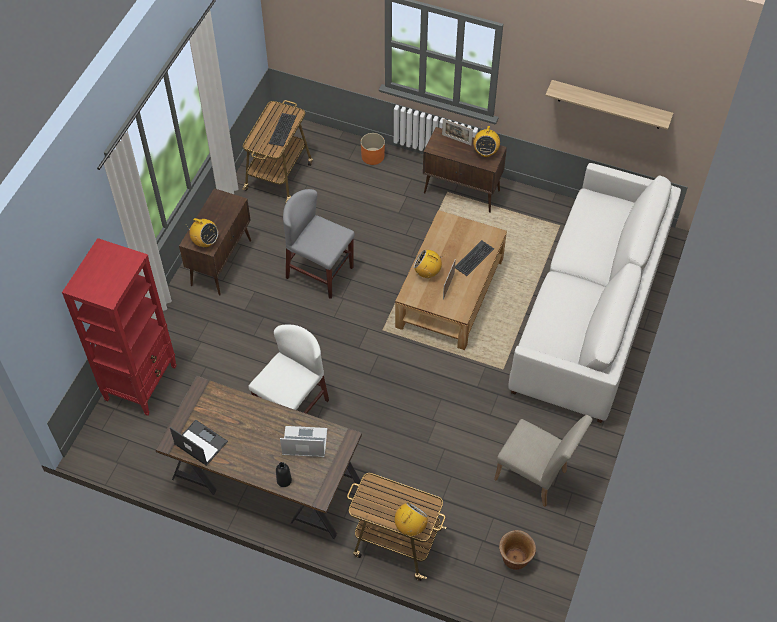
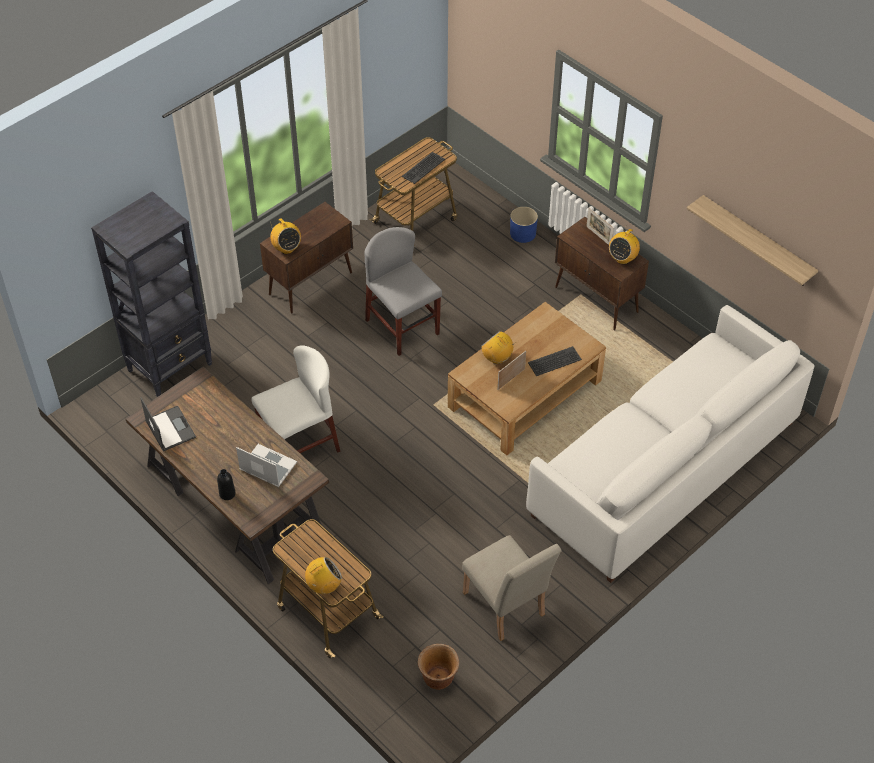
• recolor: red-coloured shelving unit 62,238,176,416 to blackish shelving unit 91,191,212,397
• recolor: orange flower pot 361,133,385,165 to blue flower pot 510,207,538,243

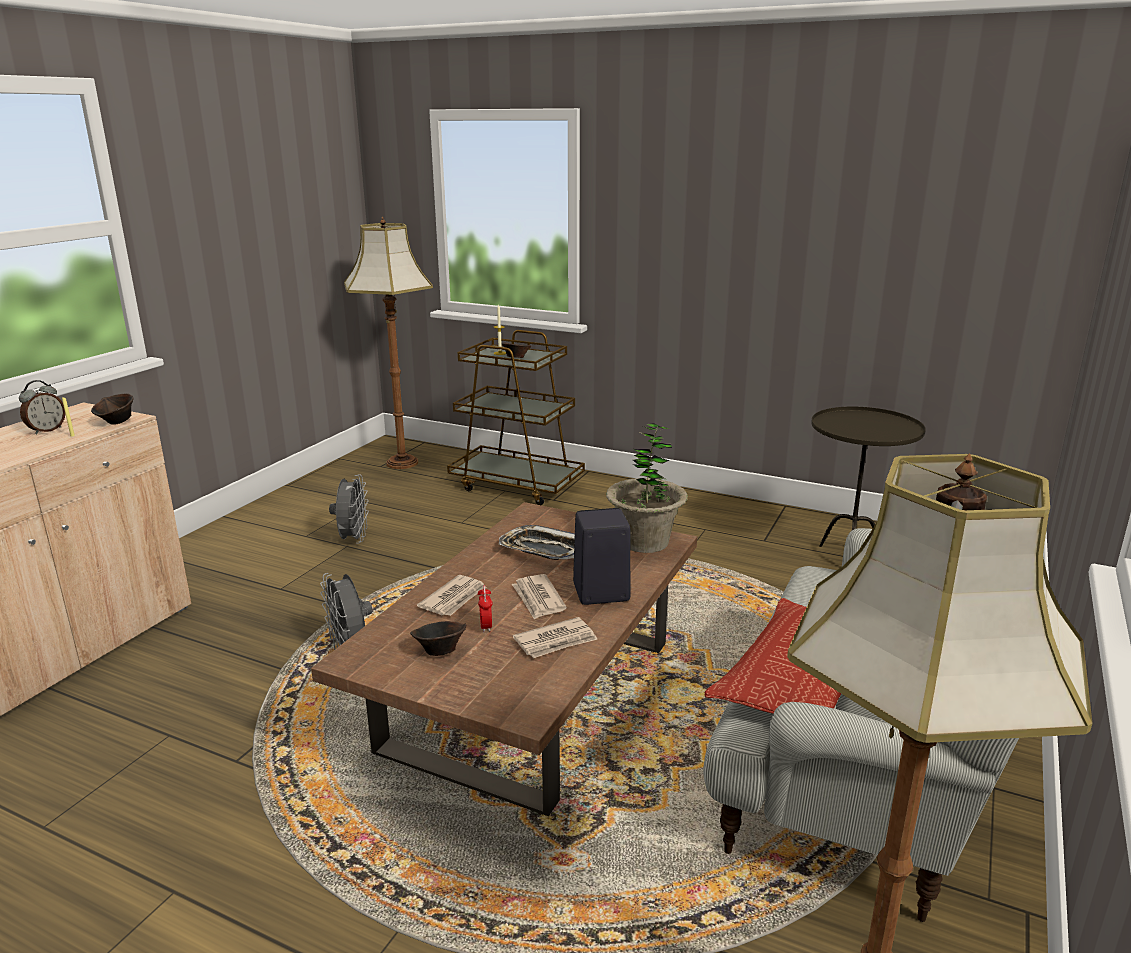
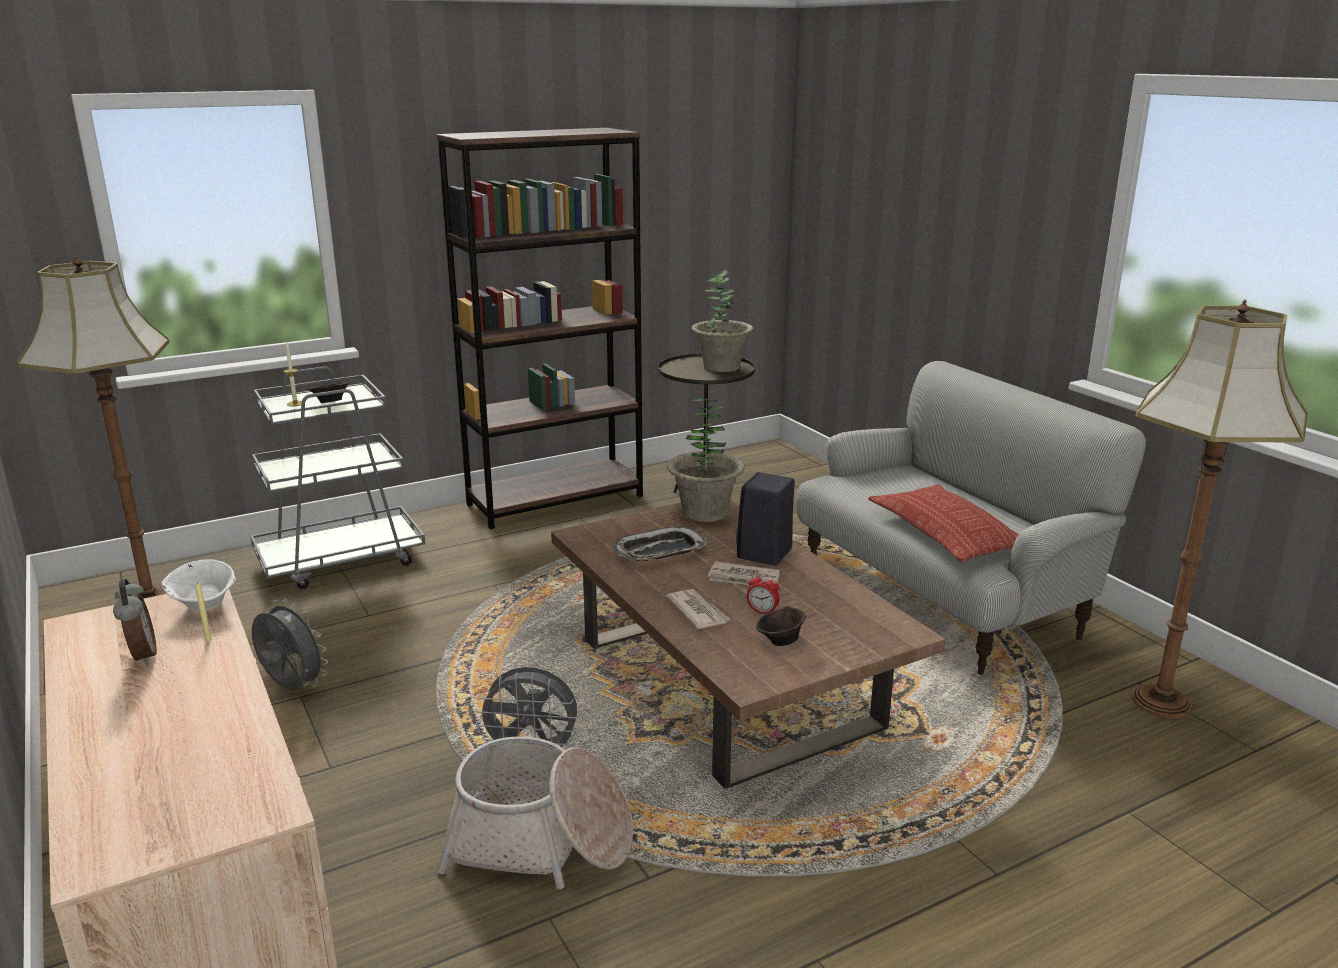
• recolor: brown-coloured bowl 91,393,134,425 to whitish bowl 161,559,236,611
• recolor: brown-coloured cart 447,330,585,505 to gray cart 250,367,425,589
• insert: brown-coloured shelving unit 436,128,643,529
• insert: basket 437,736,633,889
• insert: potted plant 692,270,754,372
• delete: newspaper 513,617,598,658

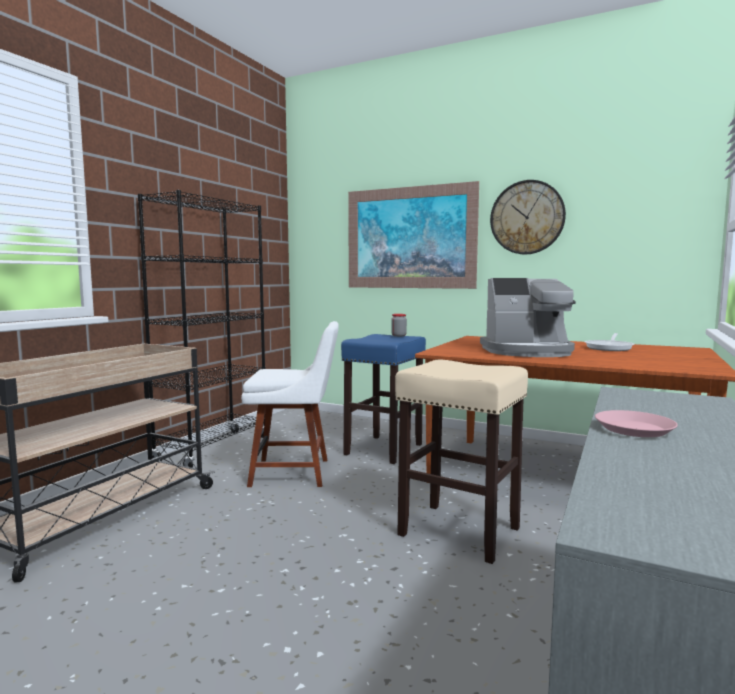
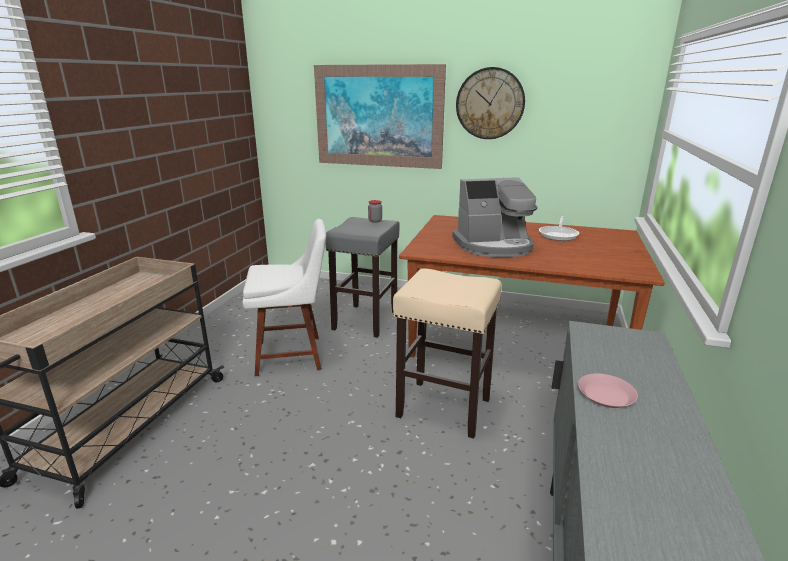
• recolor: blue stool seat 341,334,426,464 to gray stool seat 325,217,400,338
• delete: blackish shelving unit 138,190,265,468

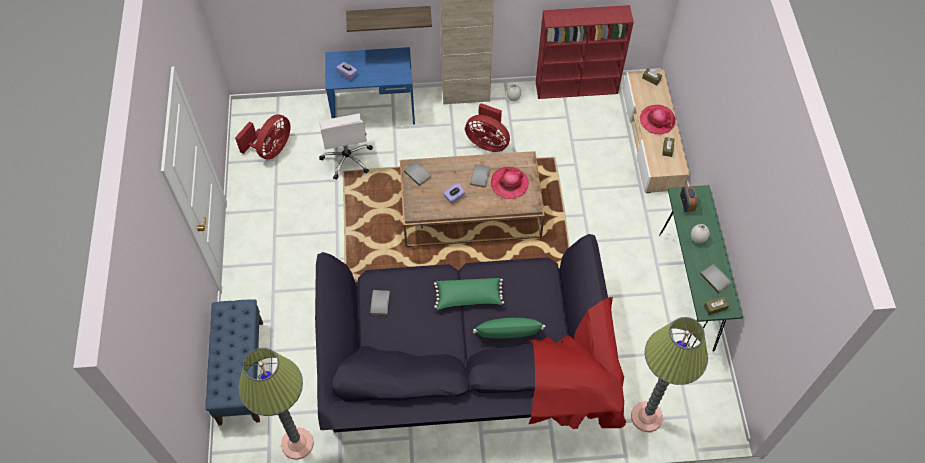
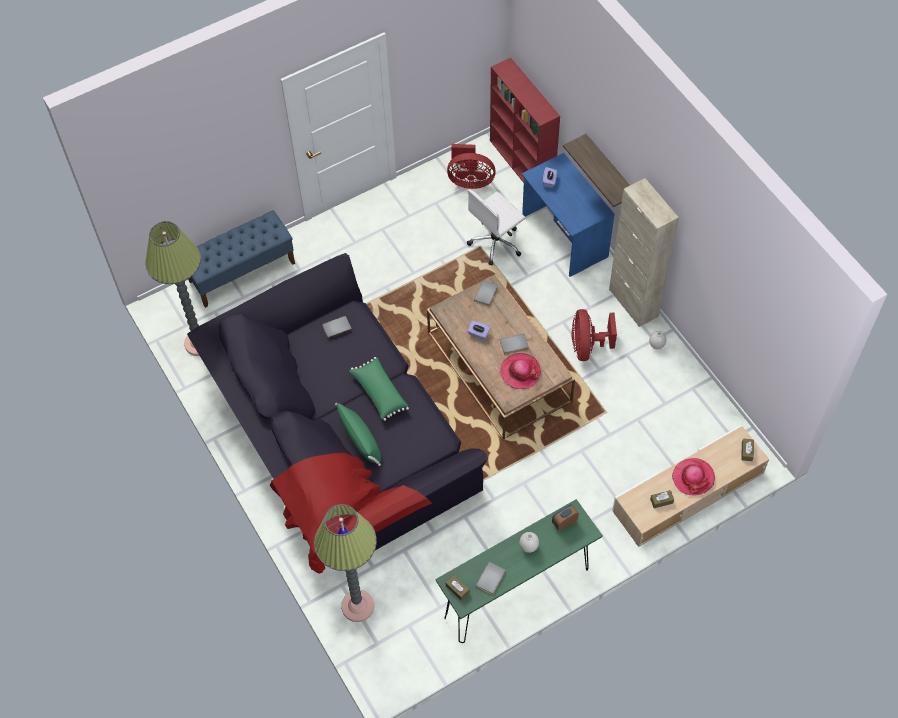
• move: red-coloured shelving unit 536,5,634,99 to 490,58,560,183

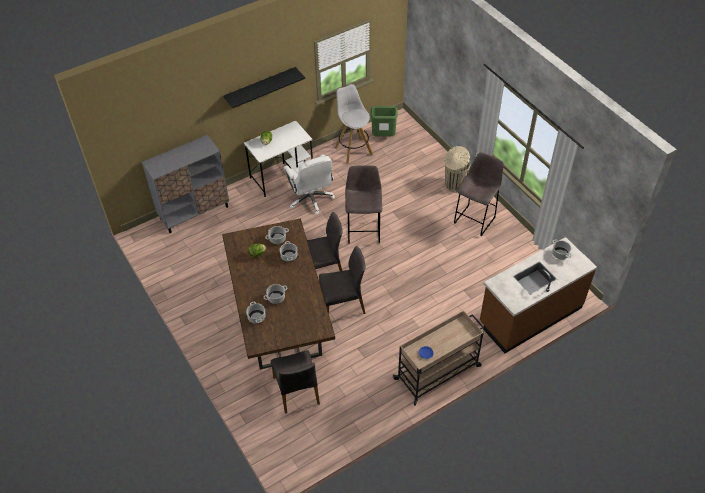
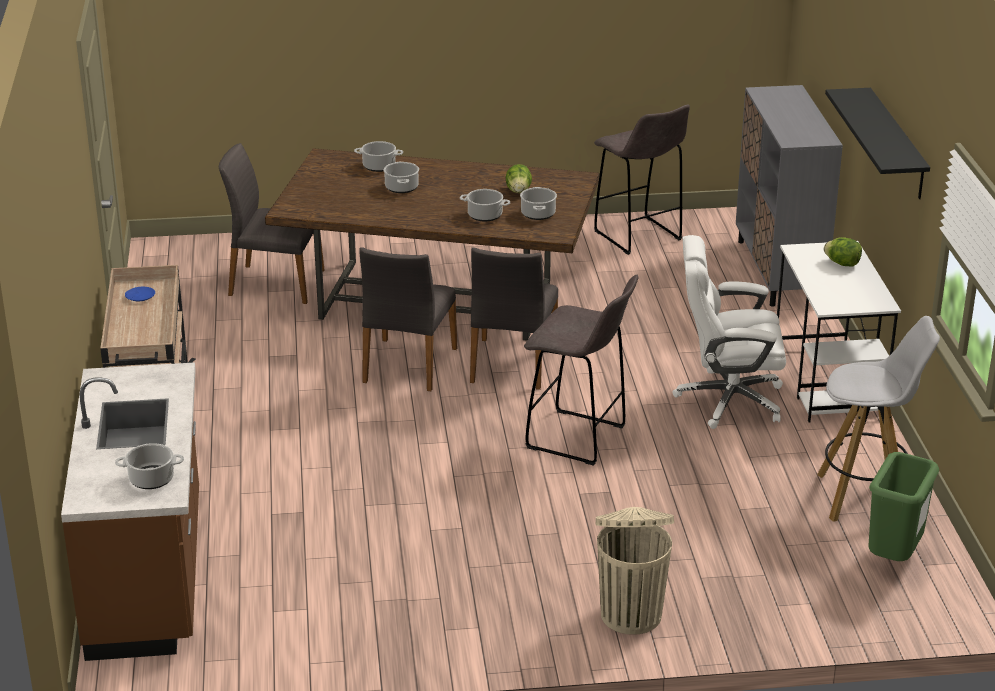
• move: gray stool seat 454,152,504,236 to 594,105,690,255

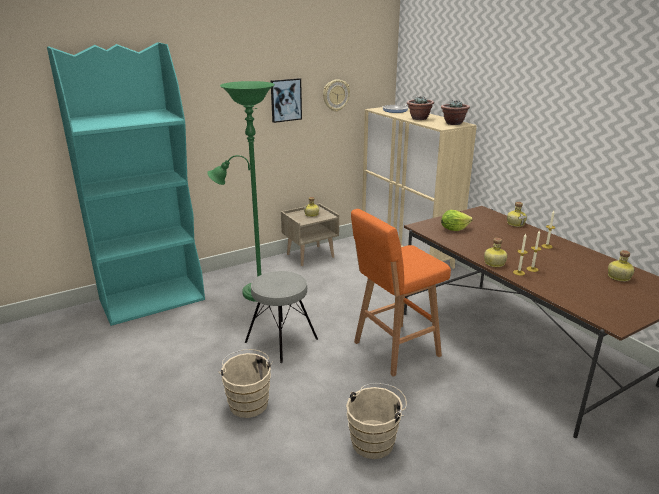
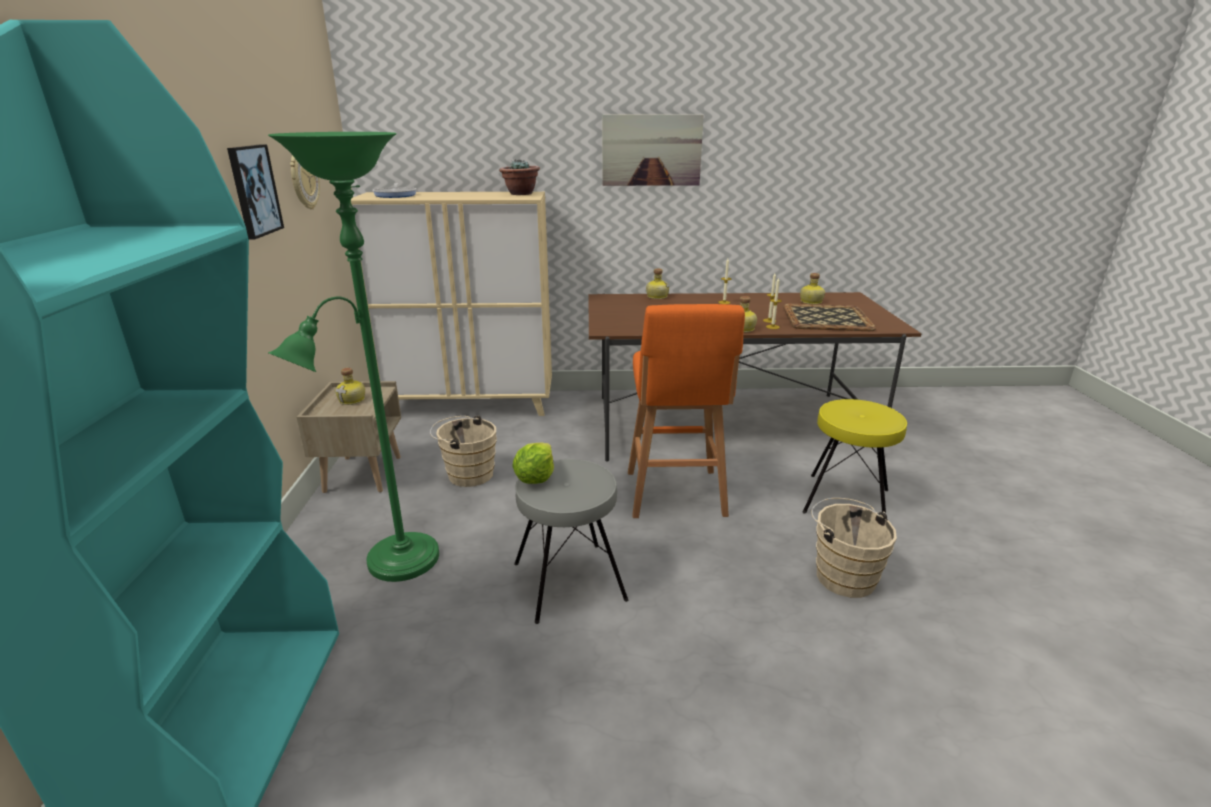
• move: beige-coloured pail 218,349,273,418 to 430,415,497,487
• move: lettuce 441,210,473,231 to 512,442,554,484
• insert: picture 602,115,704,186
• insert: serving tray 783,304,876,331
• insert: yellow-coloured stool seat 803,399,907,514
• delete: potted plant 407,96,434,120

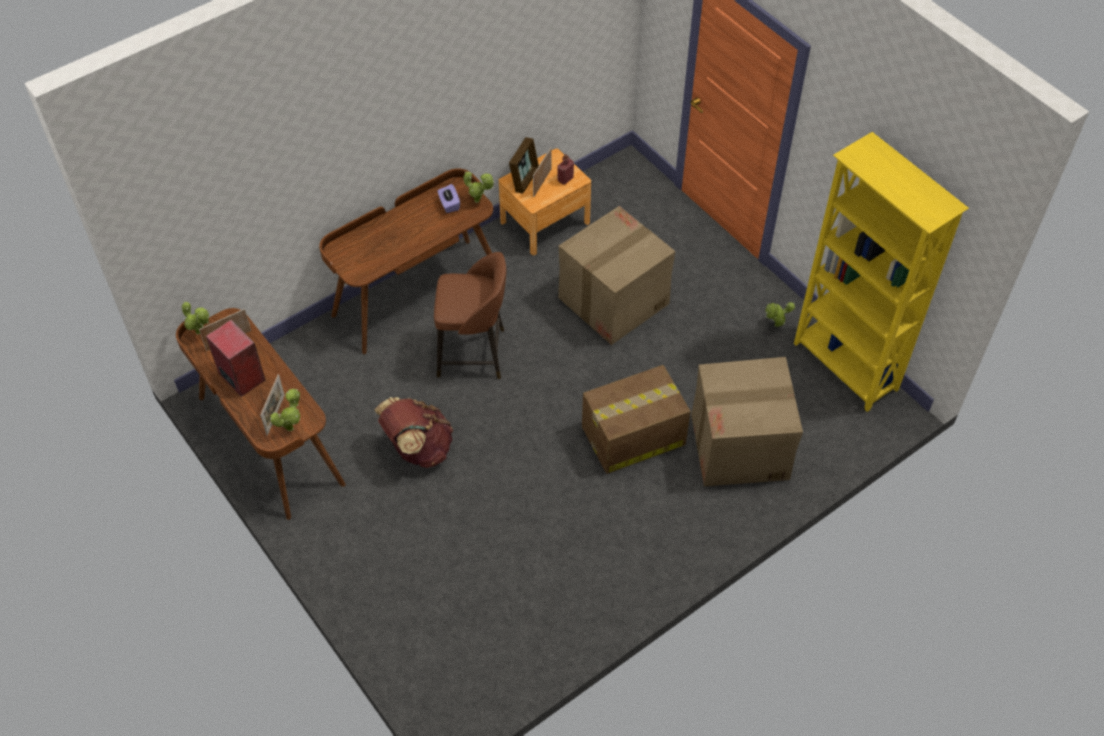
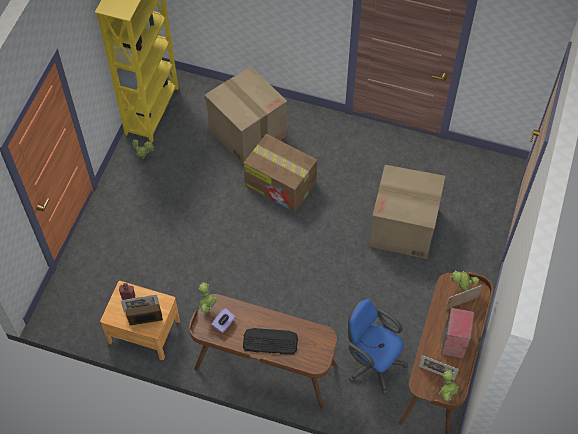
• insert: keyboard 243,328,298,355
• insert: blue desk chair 348,298,408,394
• move: cardboard box 558,206,676,345 to 368,165,445,259
• delete: brown-coloured backpack 374,397,453,468
• delete: brown-coloured stool seat 434,252,507,379

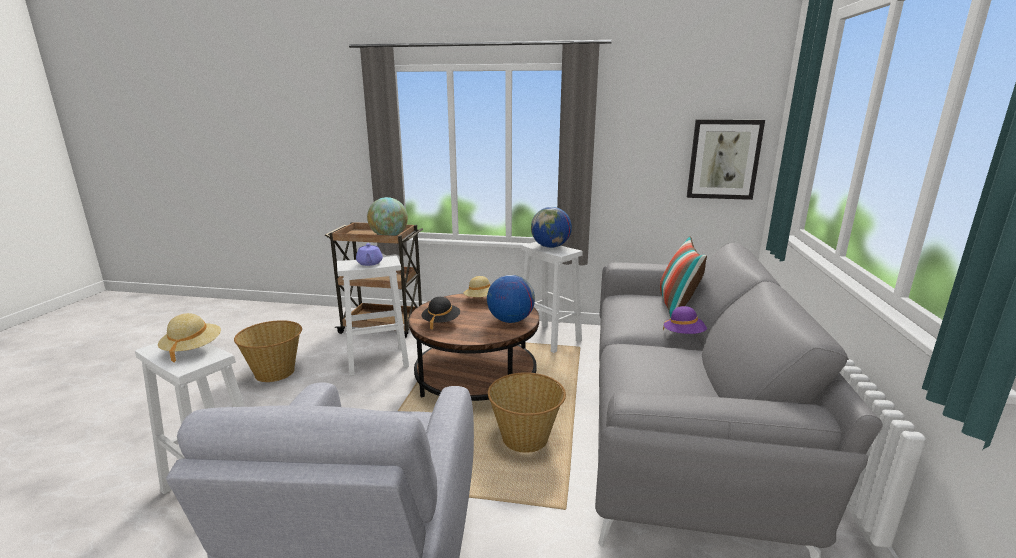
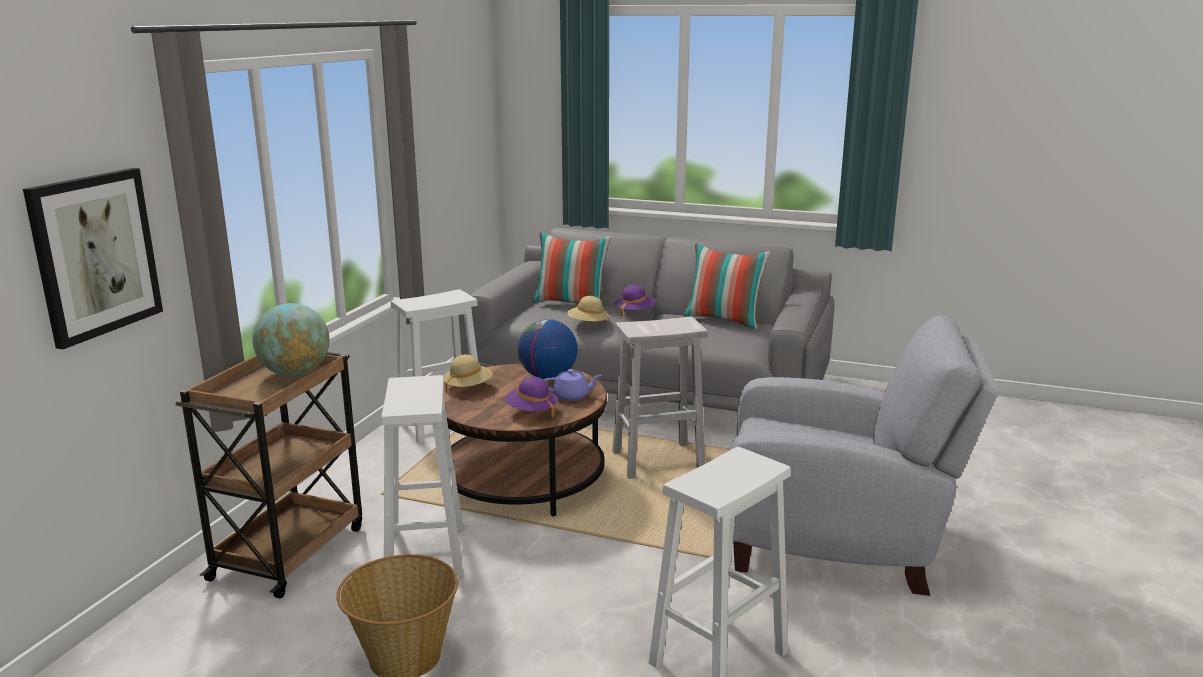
• move: picture 687,119,765,200 to 23,168,163,349
• recolor: blackish wearable hat 422,297,460,330 to purplish wearable hat 505,377,558,417
• move: purplish tea pot 356,243,383,266 to 544,369,602,401
• move: beige-coloured wearable hat 158,313,221,363 to 567,296,609,326
• replace: basket 488,372,566,453 to whitish stool seat 612,316,707,479
• insert: pillow 684,243,770,329
• delete: world globe 531,207,572,248

